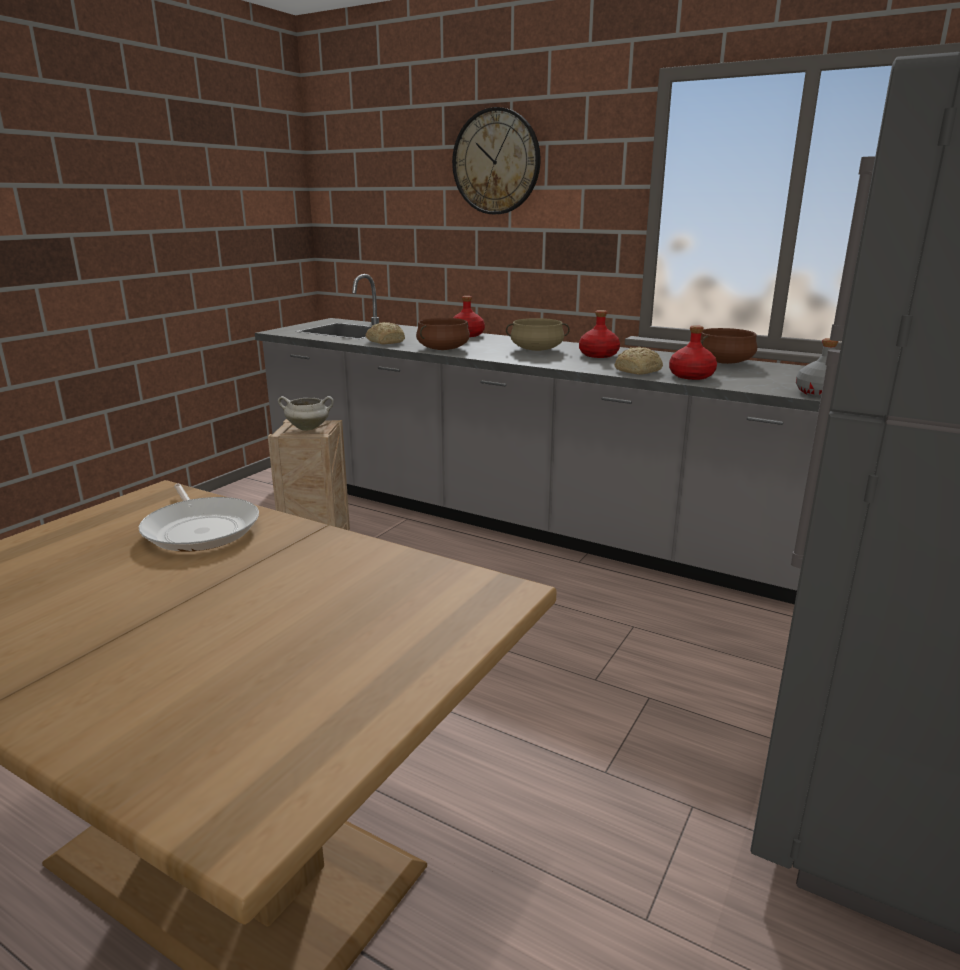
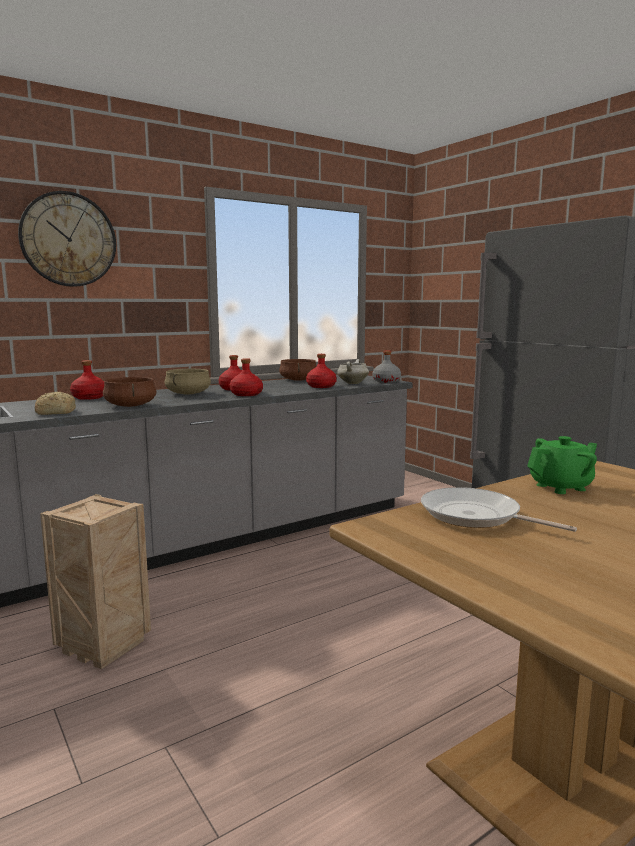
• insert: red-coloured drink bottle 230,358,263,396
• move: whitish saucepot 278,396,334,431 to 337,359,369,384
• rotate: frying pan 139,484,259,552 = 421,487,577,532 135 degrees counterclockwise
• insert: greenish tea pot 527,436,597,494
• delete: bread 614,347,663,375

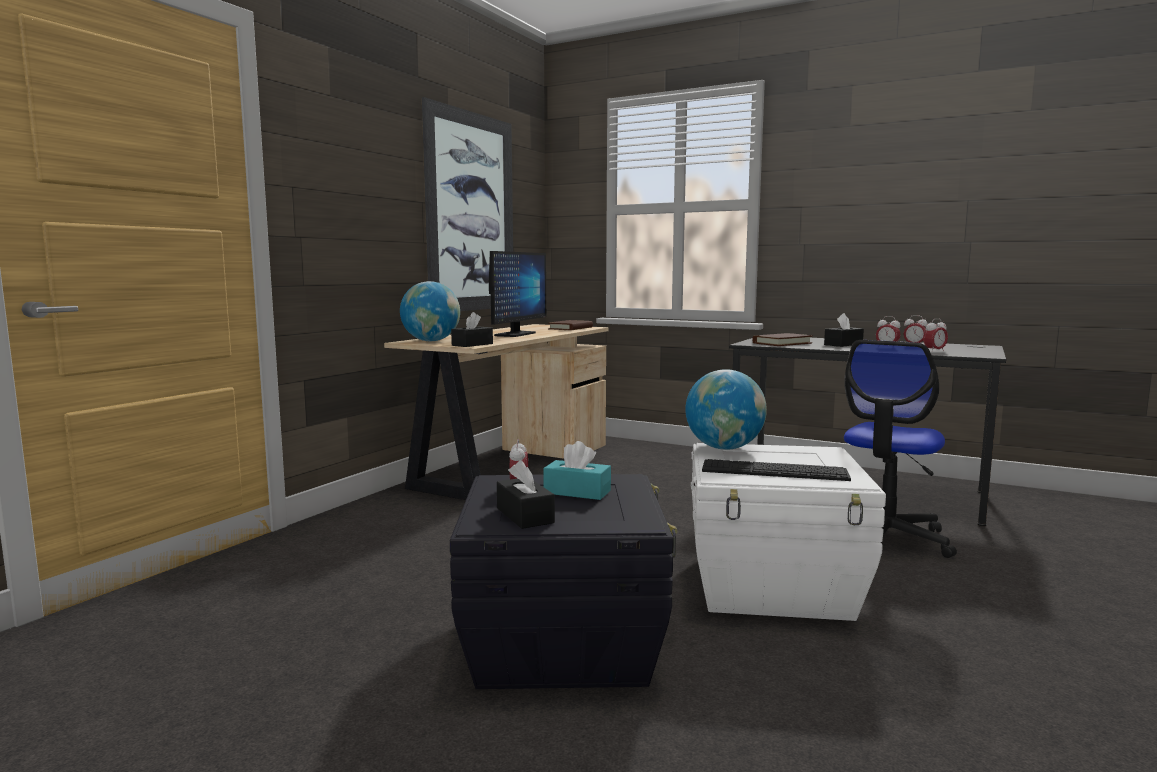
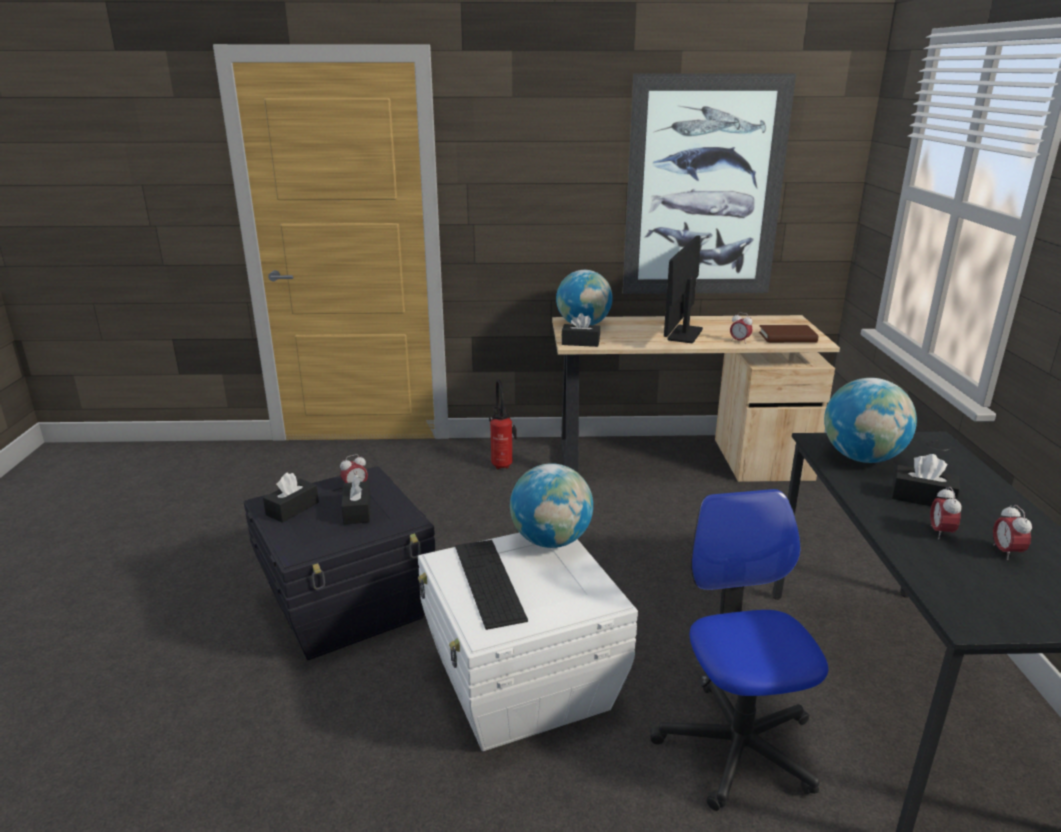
• recolor: turquoise box of tissues 543,441,611,500 to blackish box of tissues 341,474,371,525
• insert: extinguisher 489,379,517,470
• rotate: desk chair 844,340,957,558 = 650,489,828,811 75 degrees clockwise
• rotate: computer display 489,251,546,337 = 664,235,703,343 120 degrees clockwise
• move: table clock 923,319,948,352 to 730,312,753,344
• replace: brown-coloured bound book 752,333,813,346 to world globe 824,378,917,463

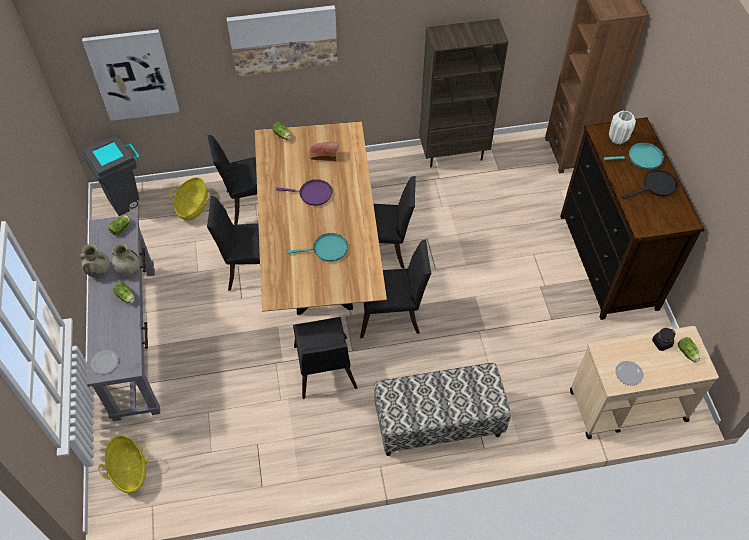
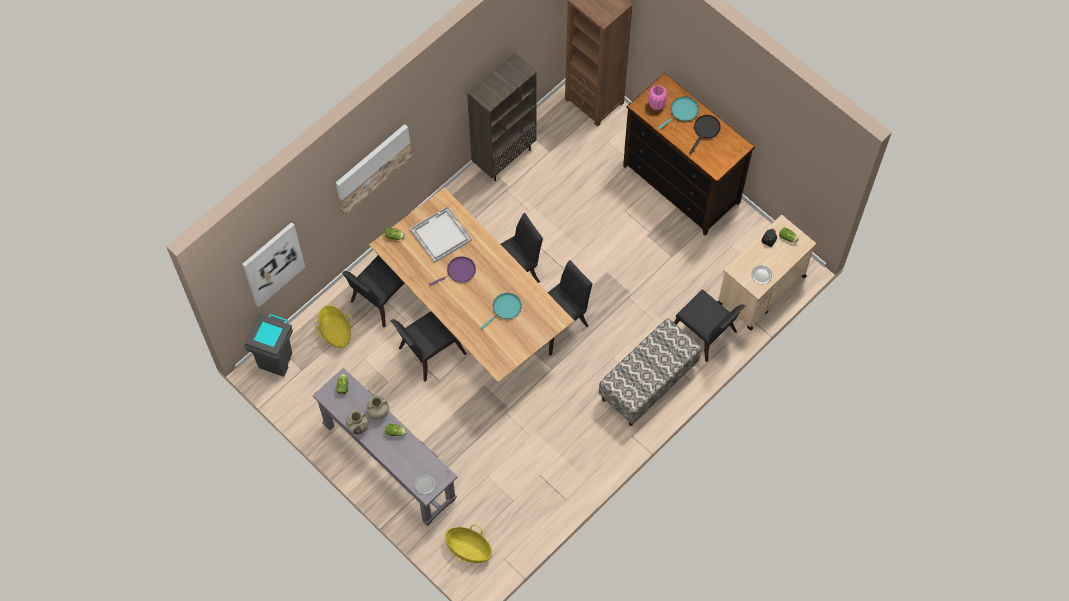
• replace: bread 309,142,339,161 to whitish serving tray 410,206,472,263
• recolor: whitish flower vase 609,111,636,144 to pink-coloured flower vase 648,85,668,110
• move: blackish chair 293,317,358,399 to 674,289,745,362

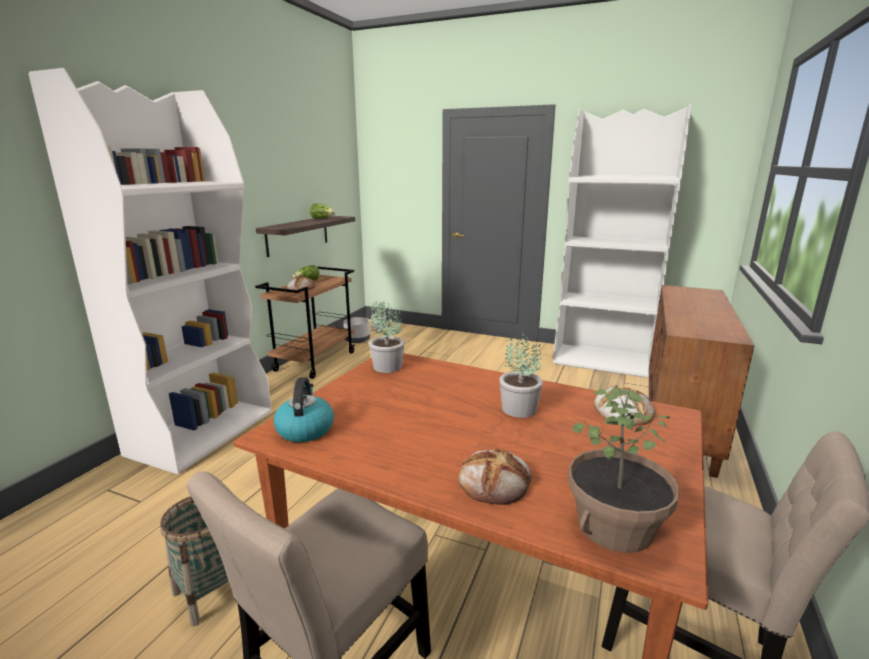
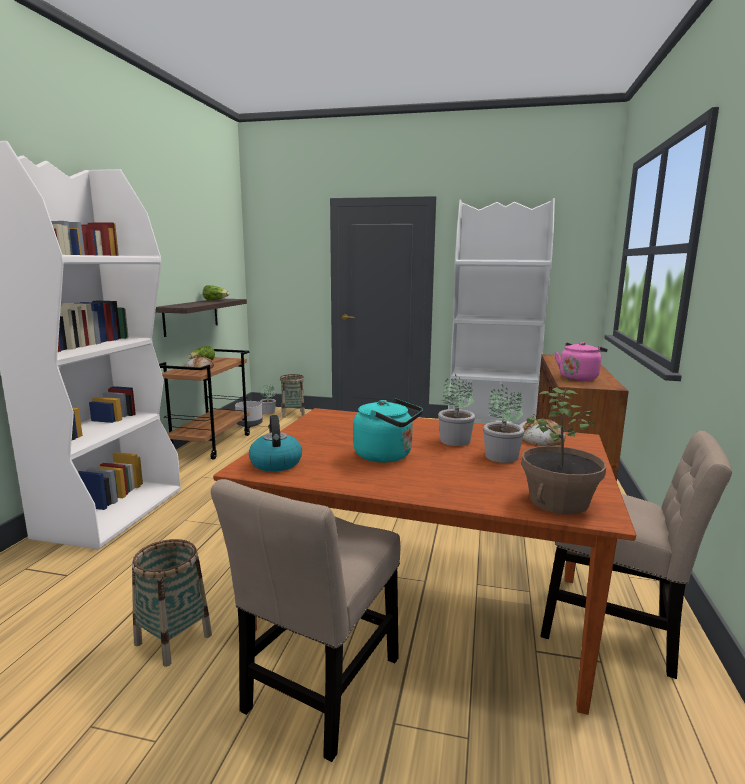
• insert: basket 280,374,305,418
• insert: turquoise tea kettle 353,398,423,463
• move: potted plant 369,303,405,373 to 483,384,524,463
• insert: pink-coloured tea kettle 555,342,608,381
• delete: bread 458,449,531,505

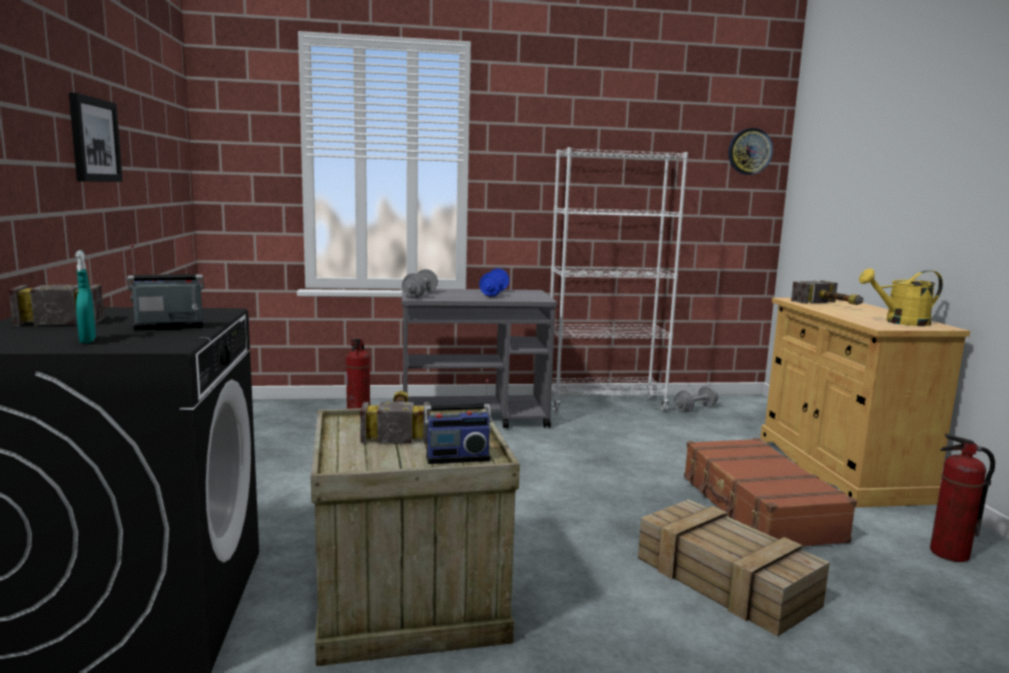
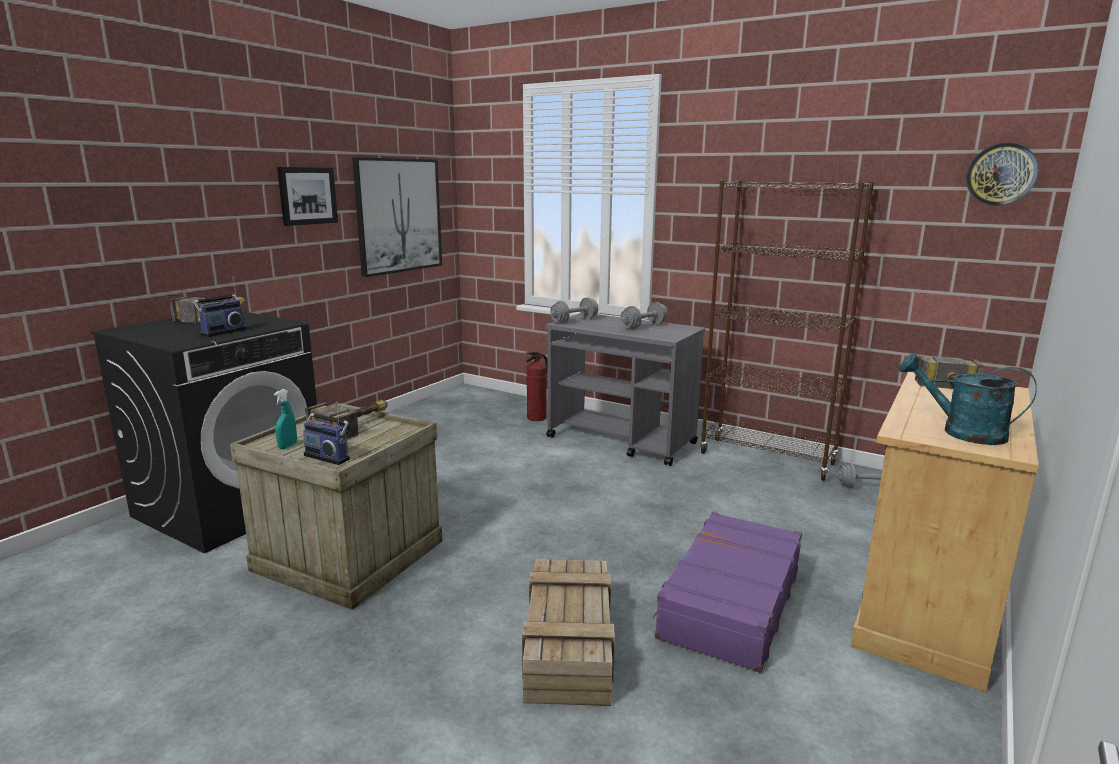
• rotate: radio 127,244,205,331 = 193,277,246,337 105 degrees clockwise
• move: turquoise sprayer 75,251,96,343 to 274,389,297,449
• insert: picture 352,157,442,277
• recolor: blue free weight 479,269,509,296 to gray free weight 620,302,668,329
• recolor: brown-coloured suitcase 684,438,857,546 to purplish suitcase 653,512,802,673
• recolor: whitish shelving unit 550,147,688,412 to brown-coloured shelving unit 699,180,874,481
• recolor: yellow-coloured watering pot 859,268,943,326 to turquoise watering pot 899,353,1037,445
• delete: extinguisher 930,434,995,562

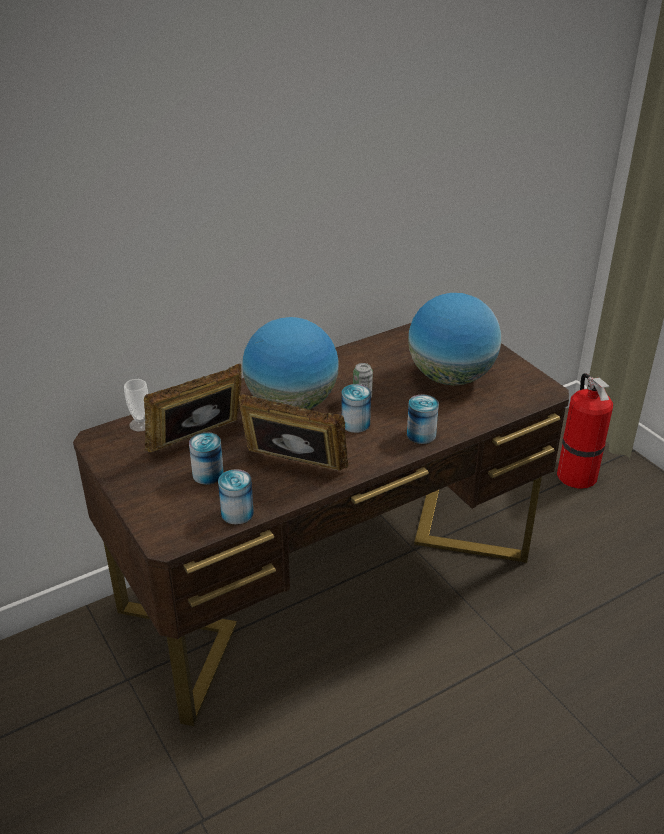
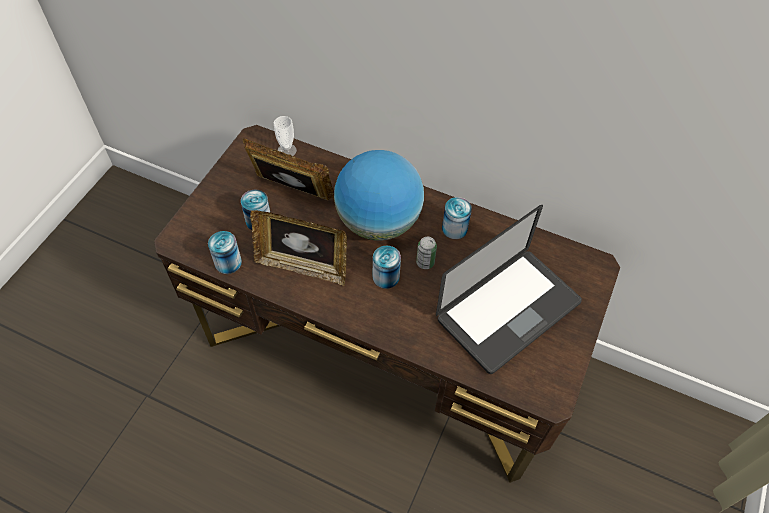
• rotate: picture frame 239,393,348,471 = 250,210,347,286 120 degrees clockwise
• replace: world globe 408,293,501,386 to laptop 436,205,582,374
• move: metal can 407,395,439,444 to 442,197,472,239
• delete: extinguisher 557,373,613,489

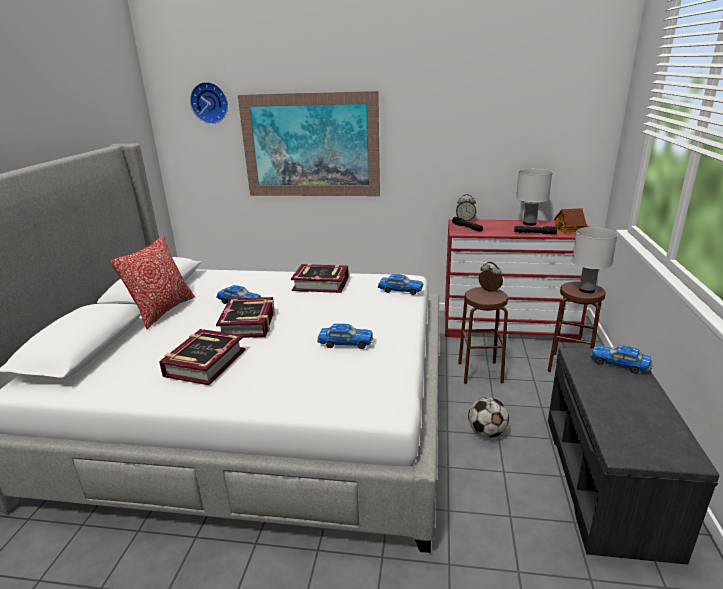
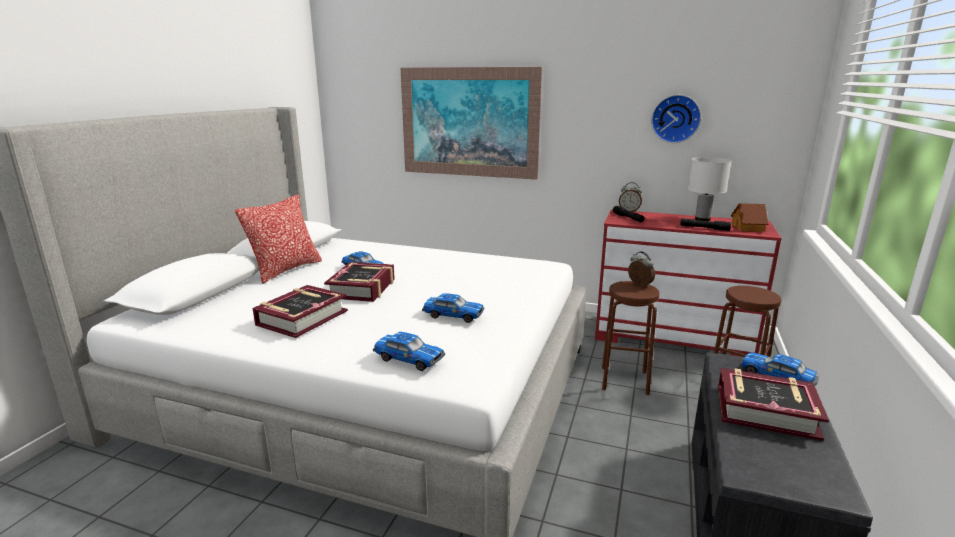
• move: toy car 378,274,423,295 to 373,332,445,371
• move: wall clock 190,82,228,124 to 651,95,701,143
• move: bound book 291,264,349,293 to 718,368,829,441
• delete: football ball 468,397,509,438
• delete: whitish tabletop lamp 572,227,618,293

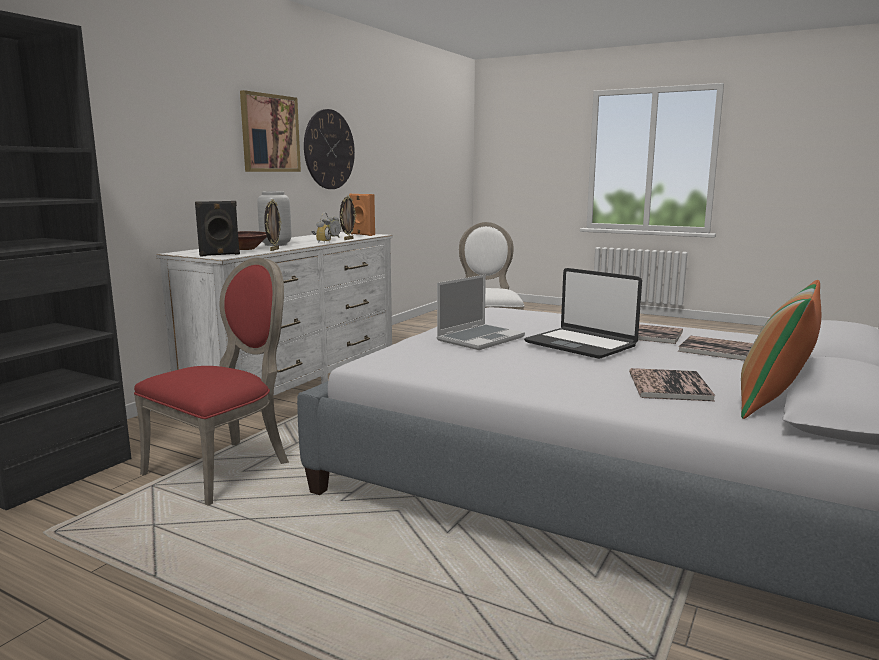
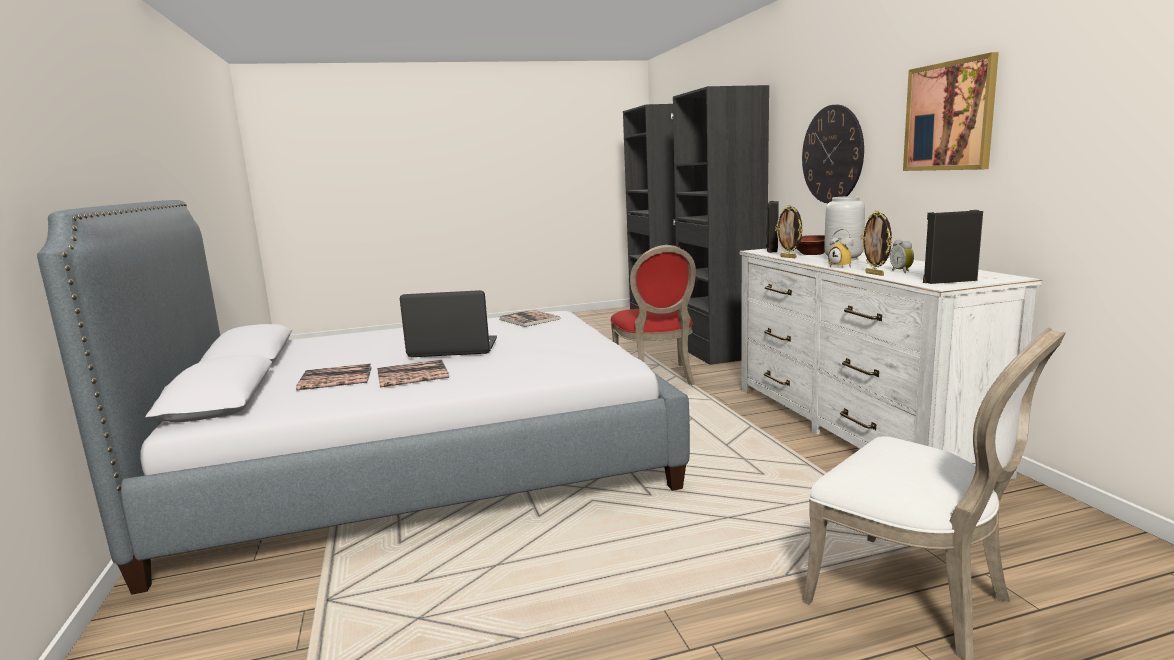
• move: bound book 629,368,716,401 to 499,310,560,327
• move: wall clock 304,109,355,189 to 802,105,864,203
• recolor: orange speaker 349,194,375,236 to blackish speaker 923,210,983,284
• delete: laptop 437,275,525,350
• delete: pillow 741,280,821,419

